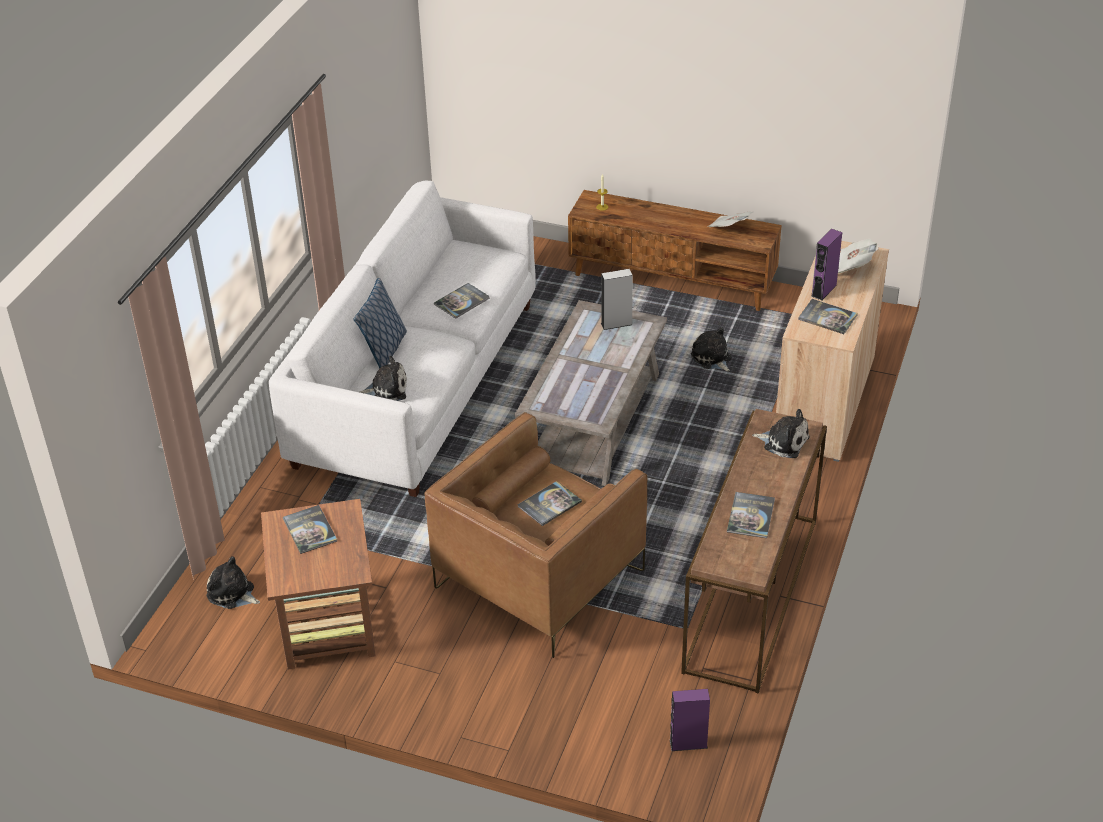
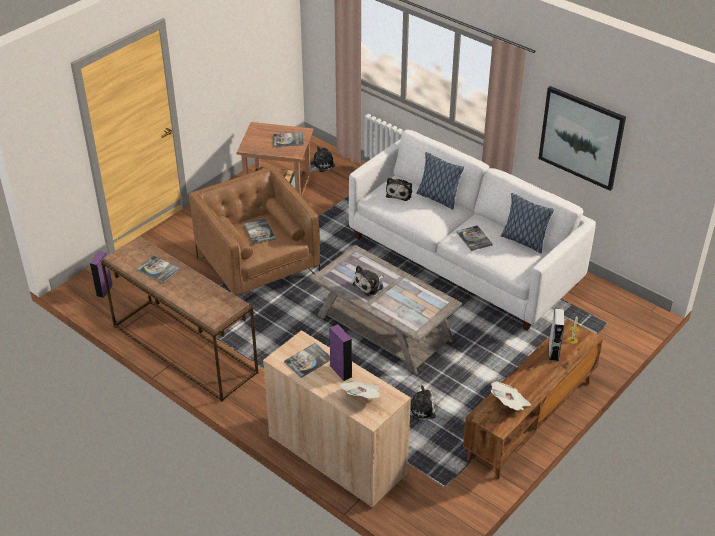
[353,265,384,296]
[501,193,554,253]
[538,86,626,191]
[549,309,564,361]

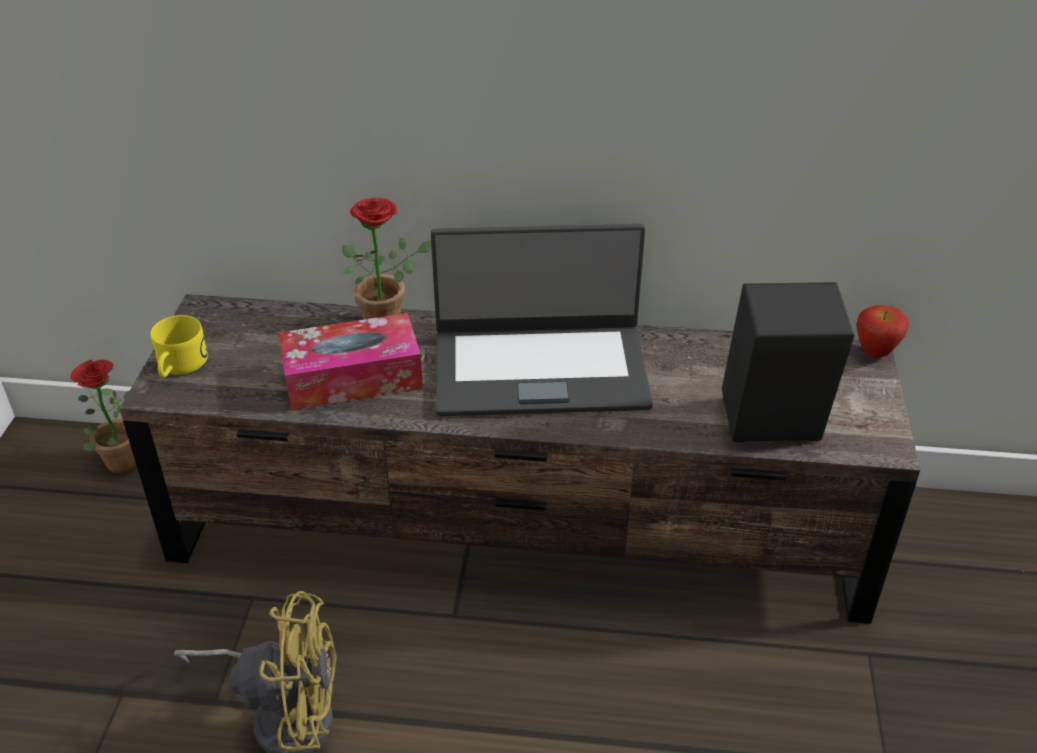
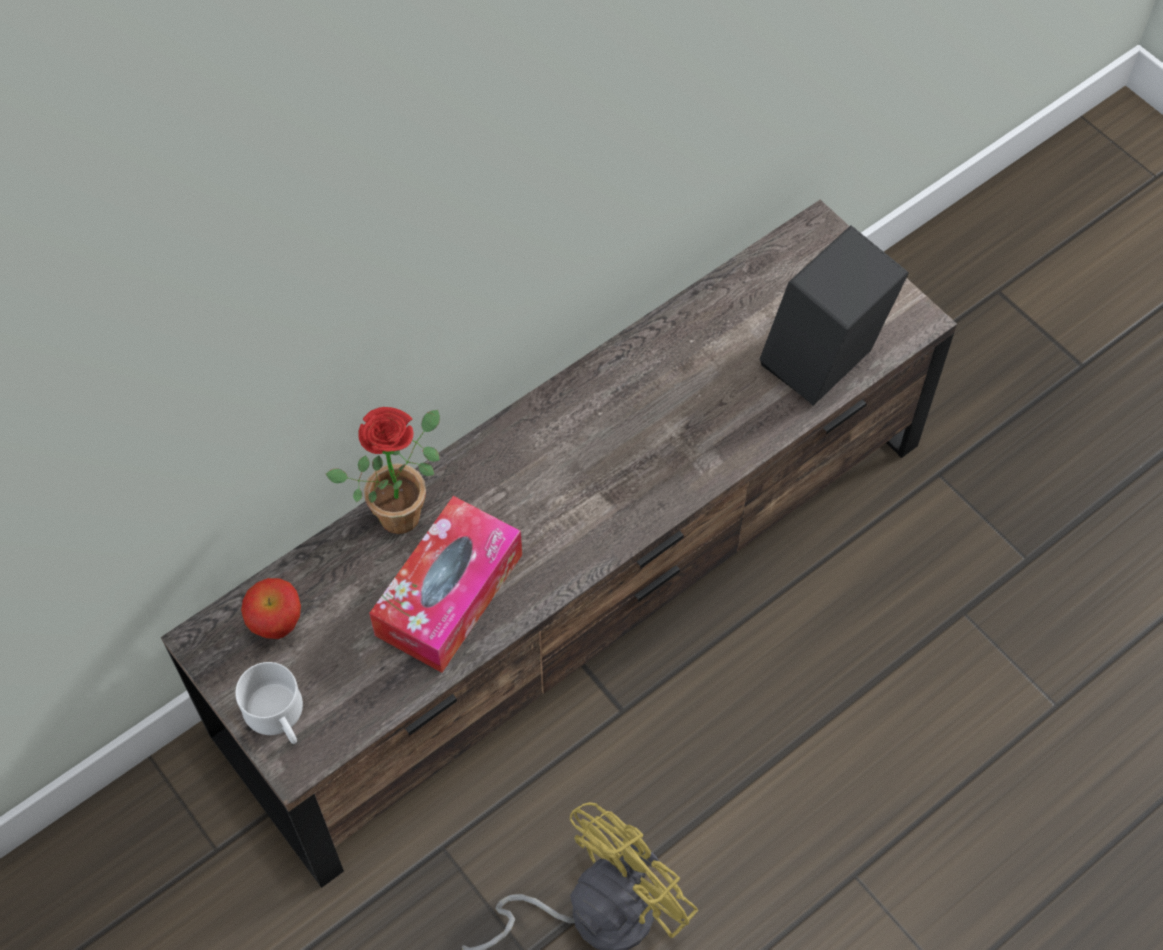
[235,662,303,744]
[241,578,301,639]
[71,360,136,473] (first image)
[431,224,653,416] (first image)

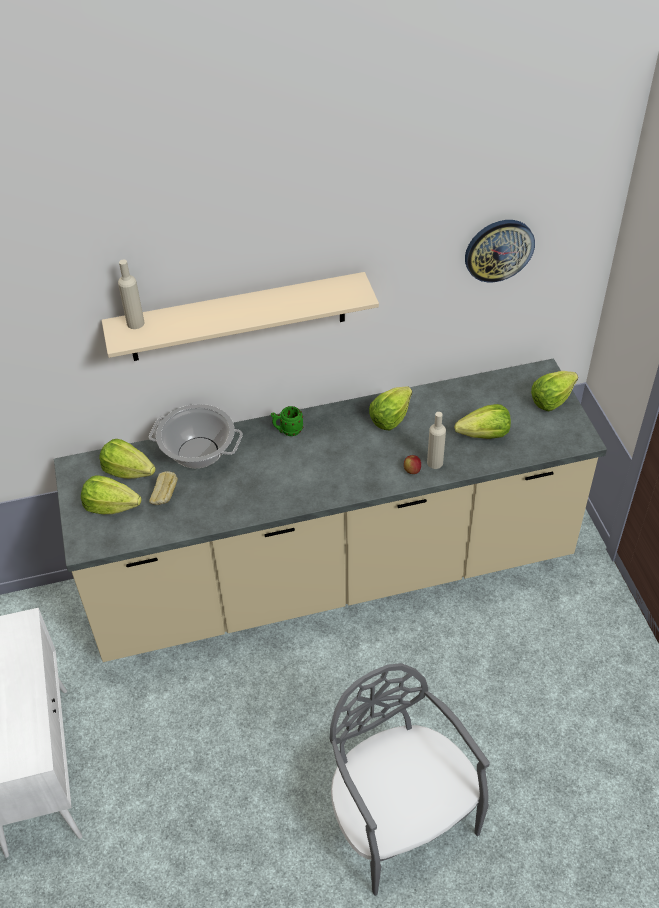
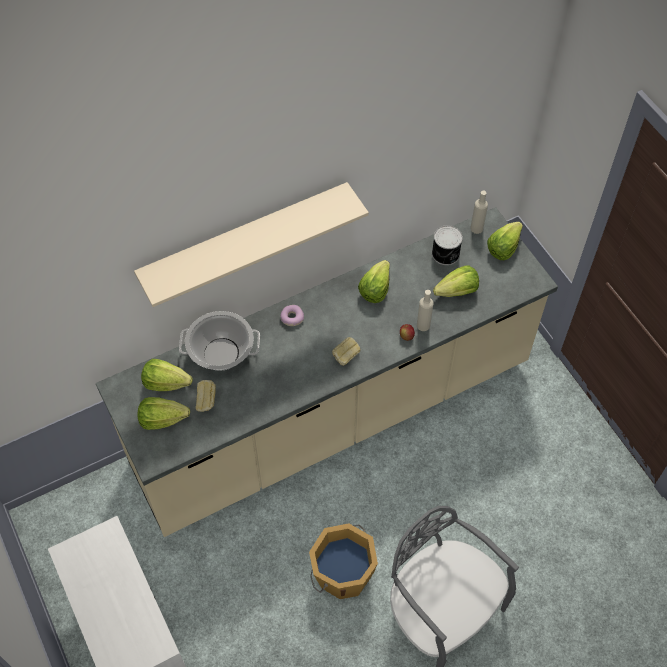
[281,305,304,326]
[309,523,378,599]
[332,337,361,366]
[432,225,463,265]
[470,191,488,234]
[465,220,535,282] (first image)

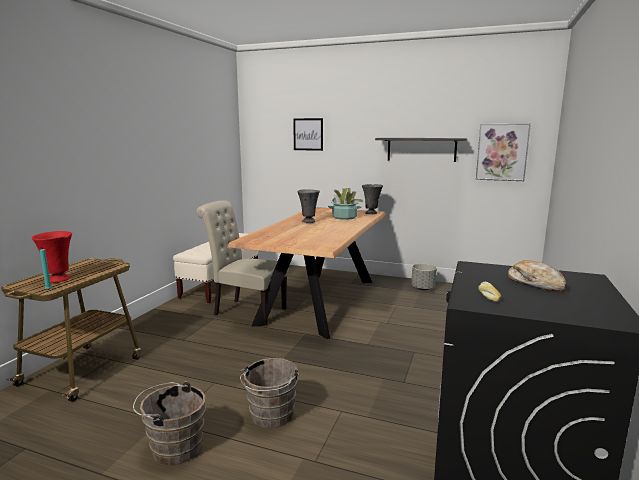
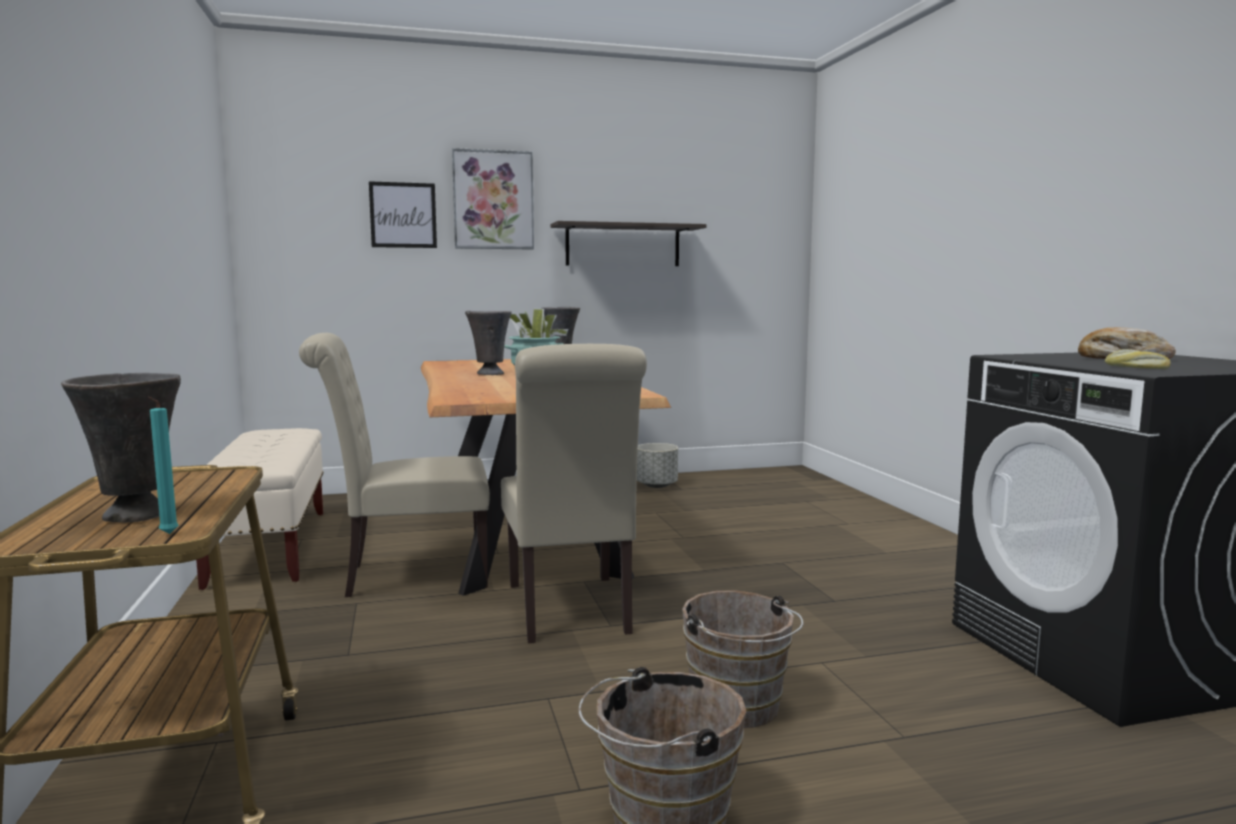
[61,373,181,523]
[452,148,534,249]
[501,344,647,643]

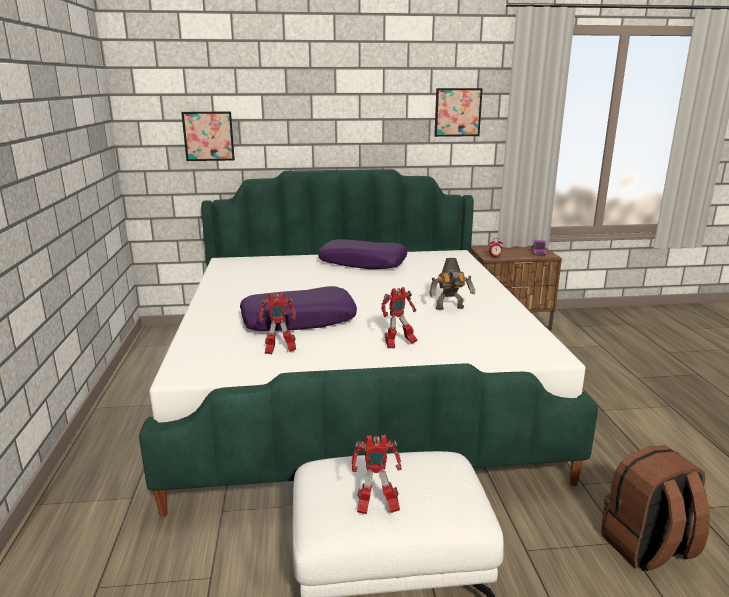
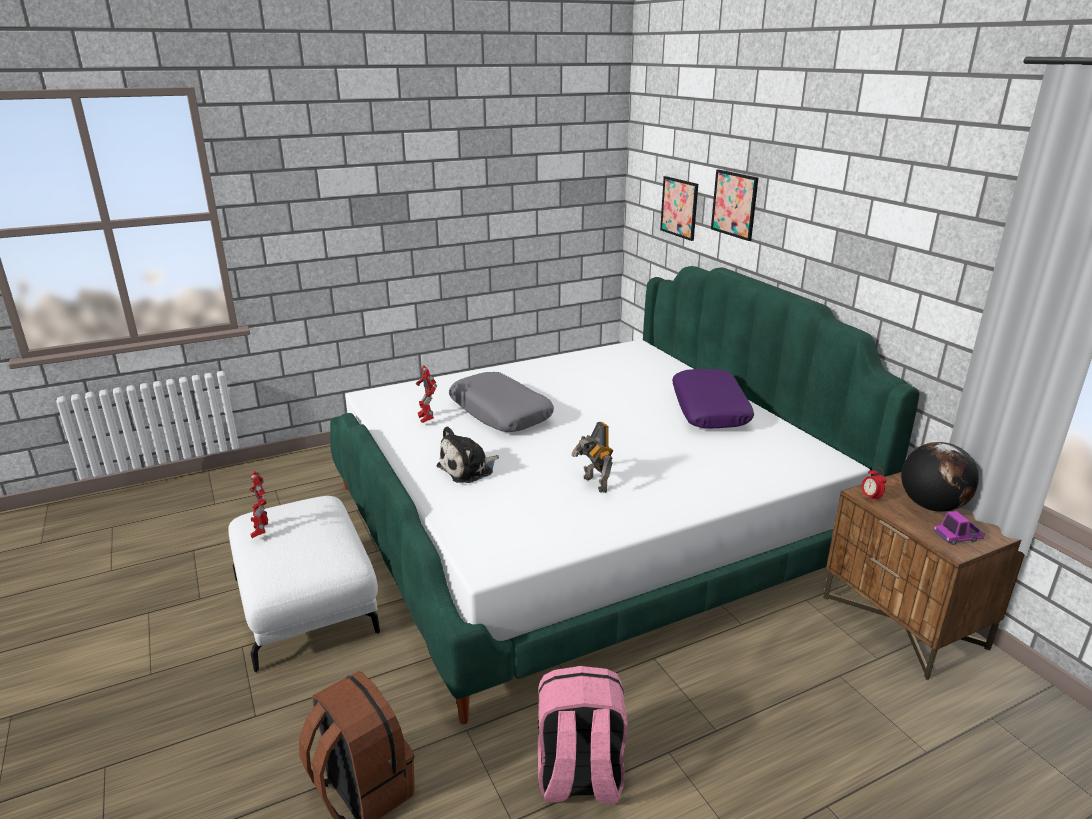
[437,426,499,483]
[449,372,554,432]
[538,666,627,804]
[711,169,758,241]
[901,442,979,512]

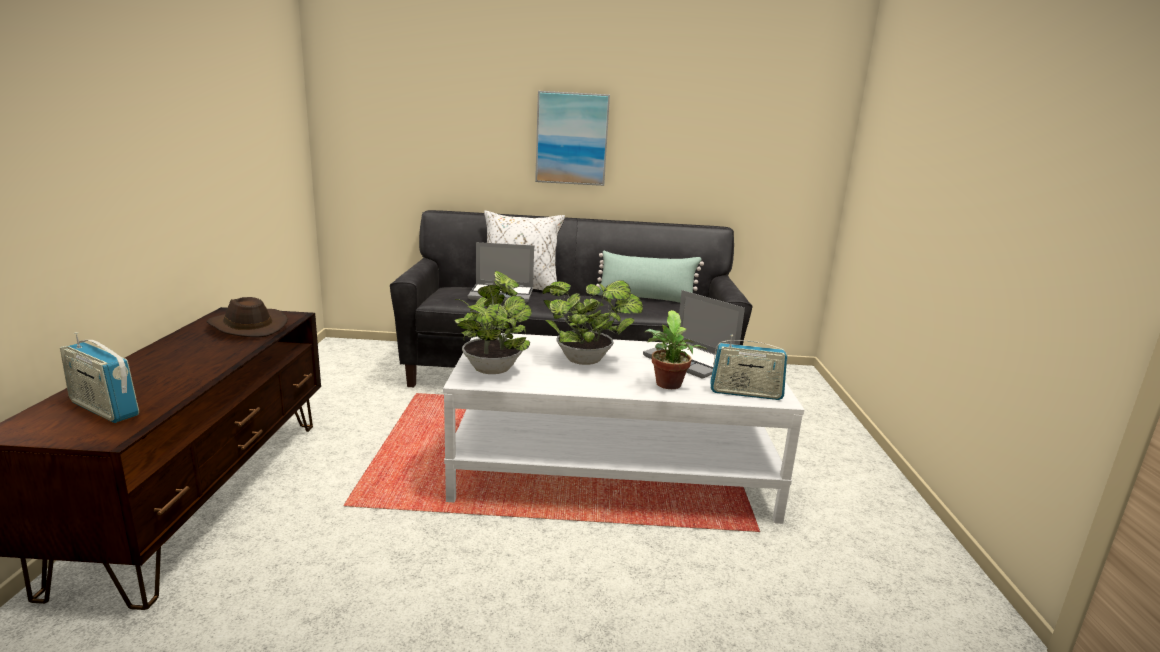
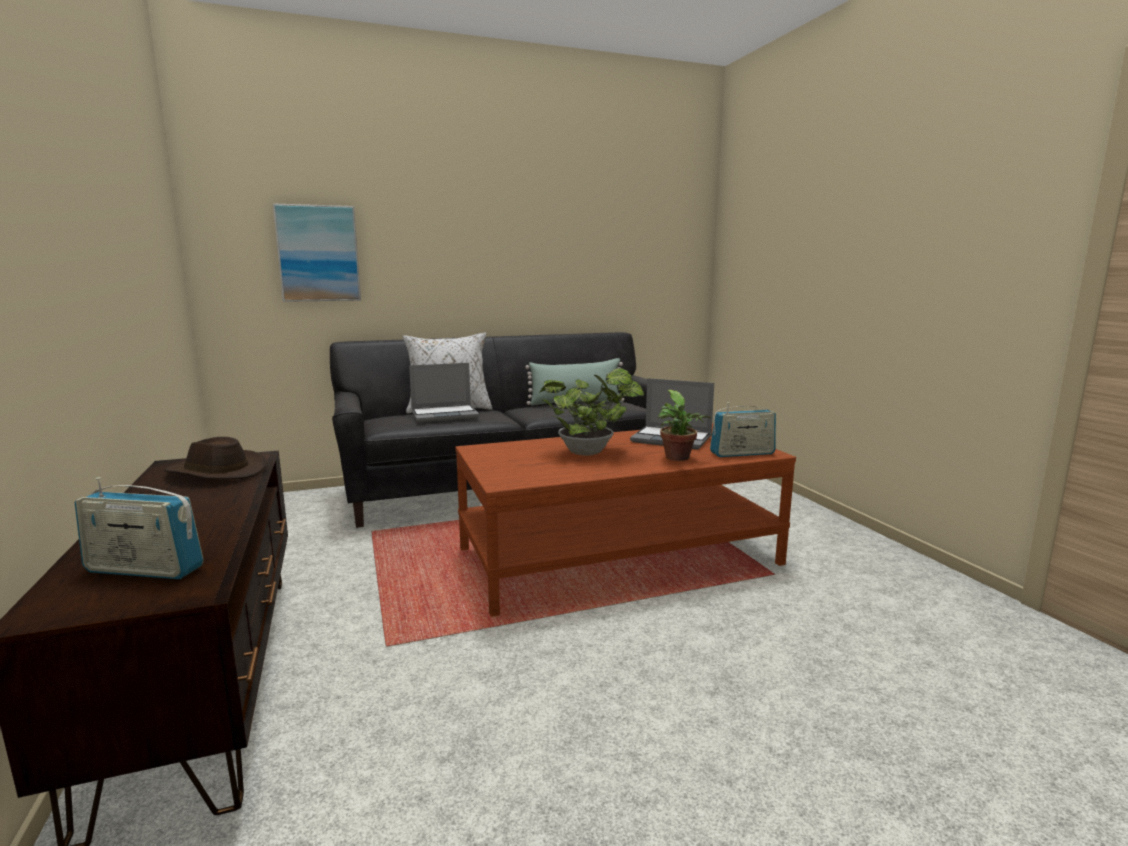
[273,203,361,302]
[455,423,796,617]
[455,271,532,374] (first image)

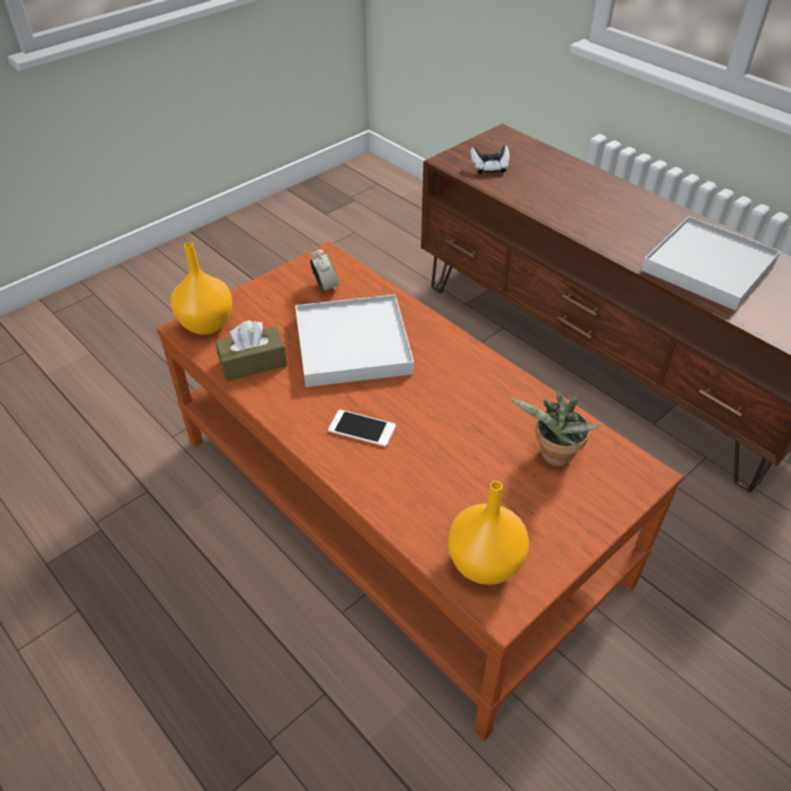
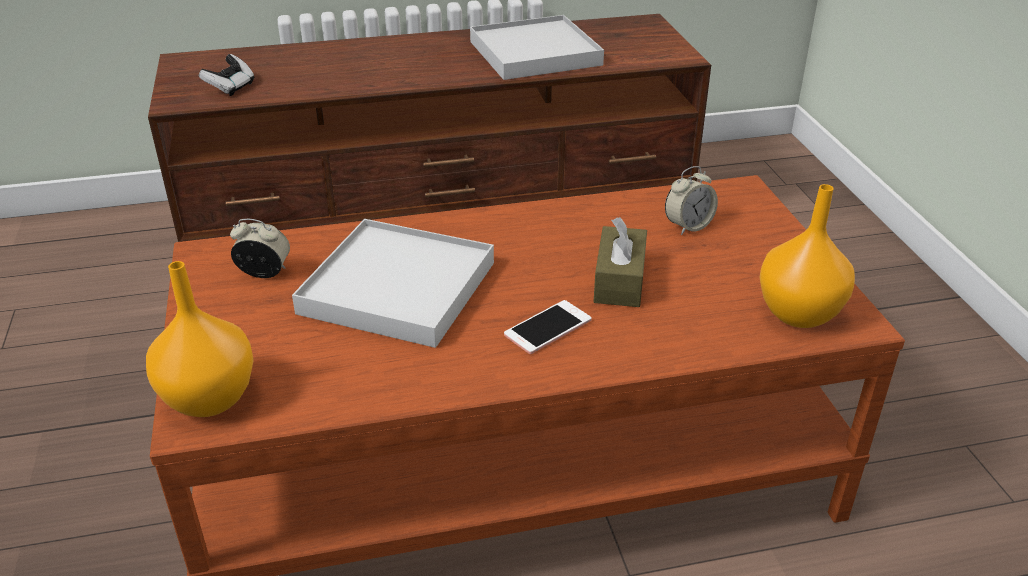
[594,217,647,307]
[665,166,718,235]

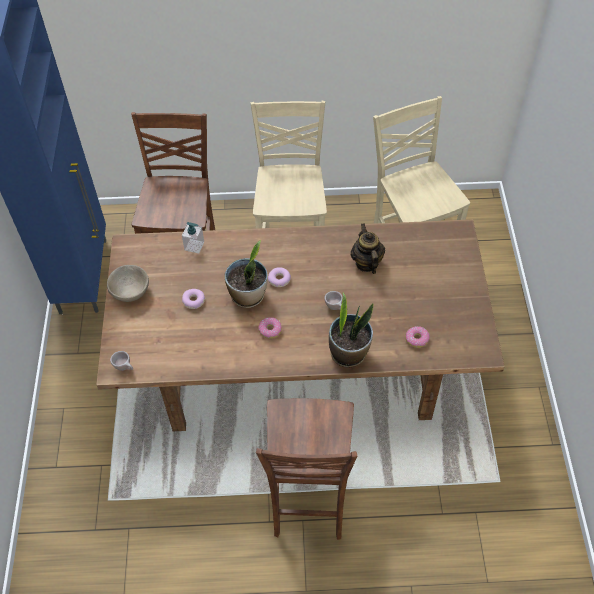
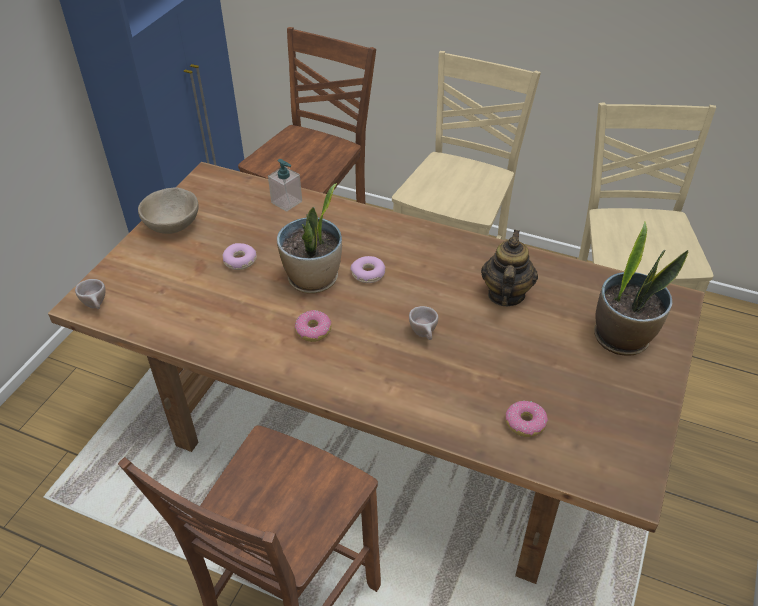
[594,221,688,356]

